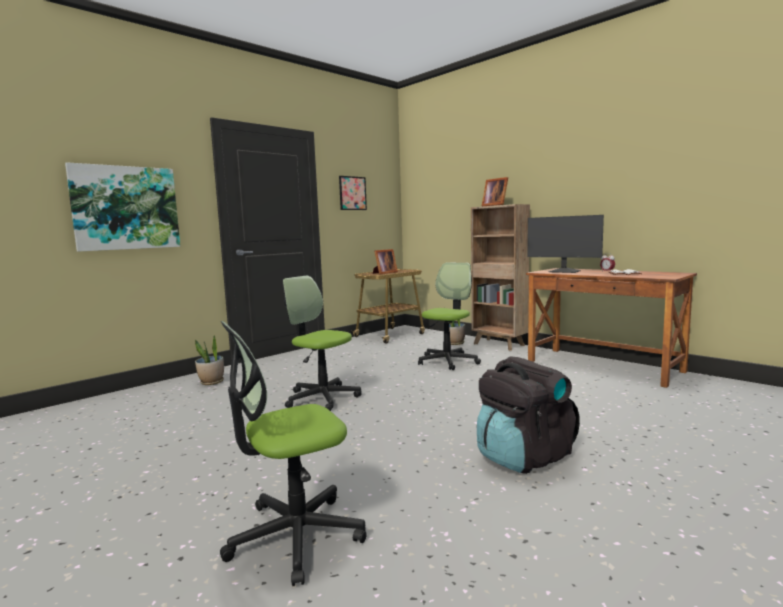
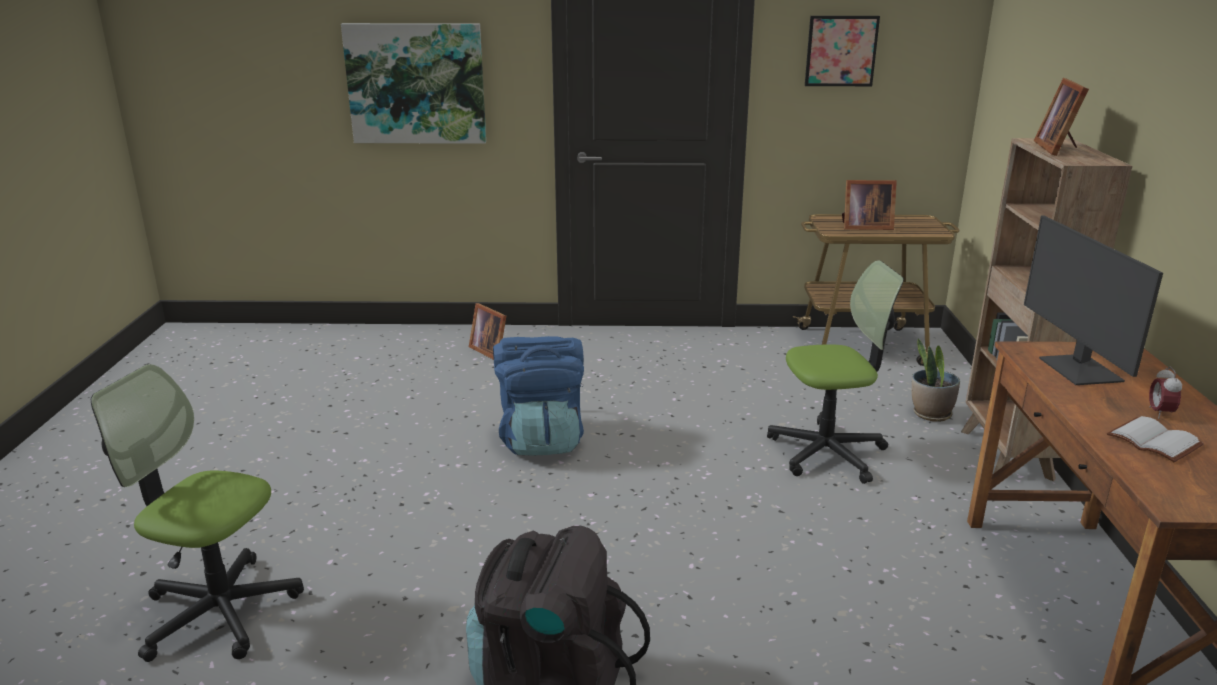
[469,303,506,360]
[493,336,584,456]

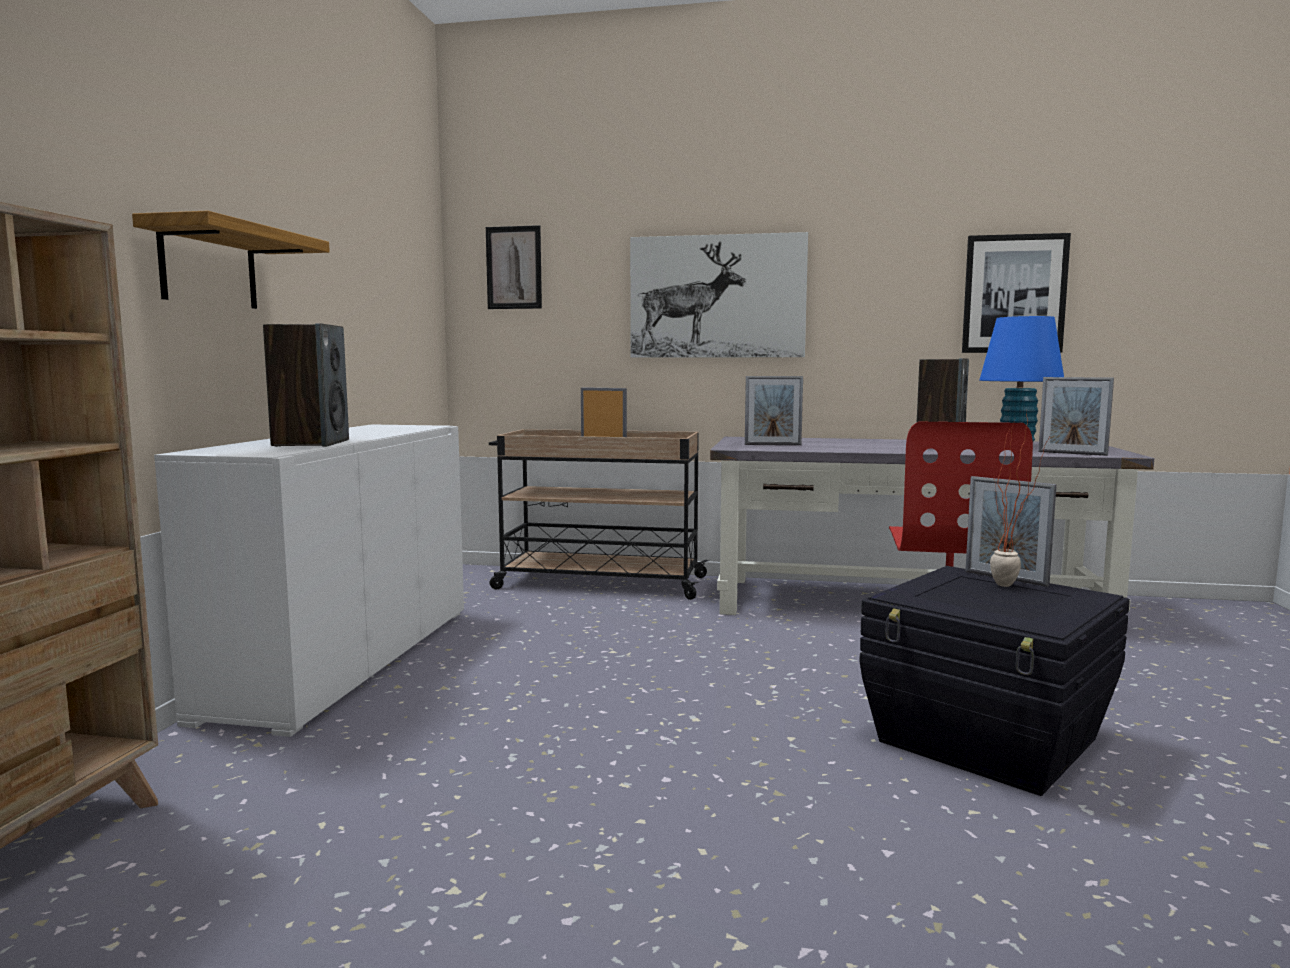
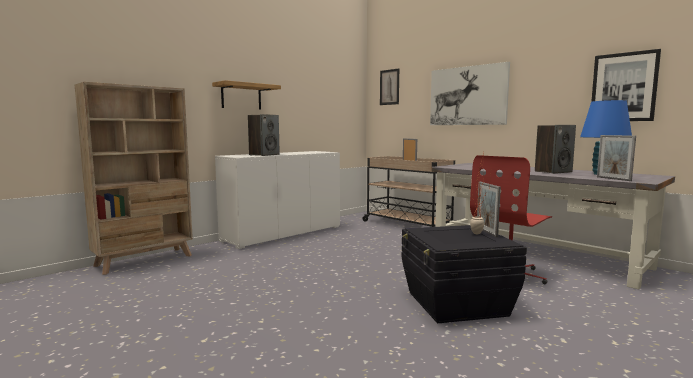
[745,376,803,445] (first image)

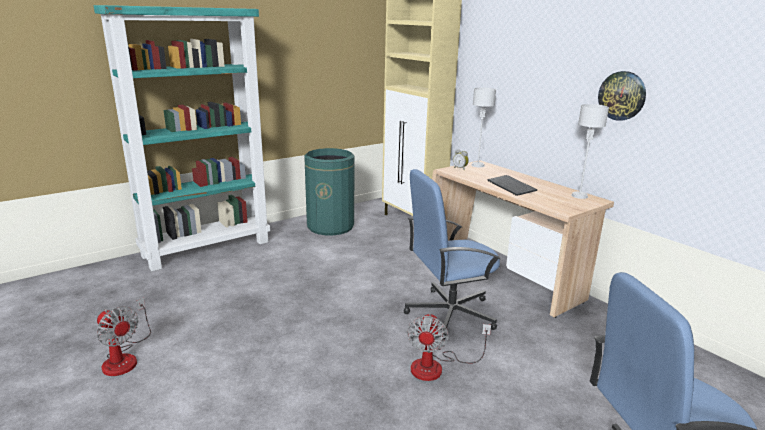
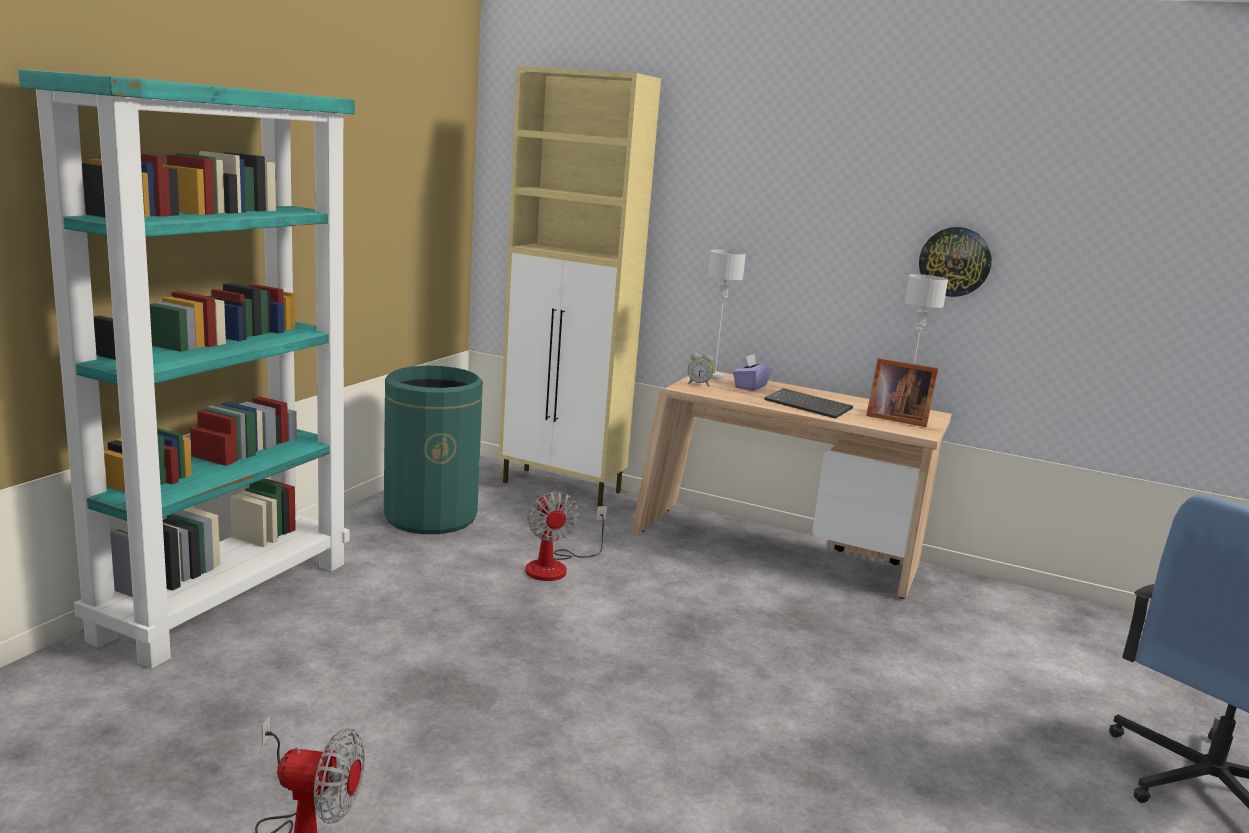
[525,491,607,581]
[733,354,772,391]
[866,358,938,427]
[404,169,500,340] (first image)

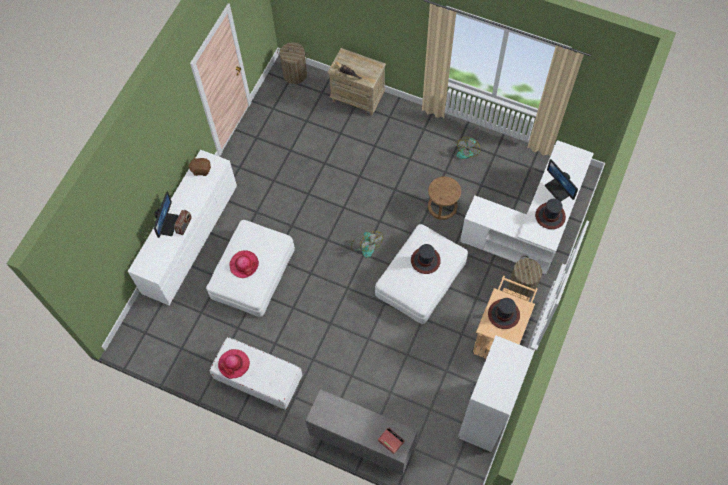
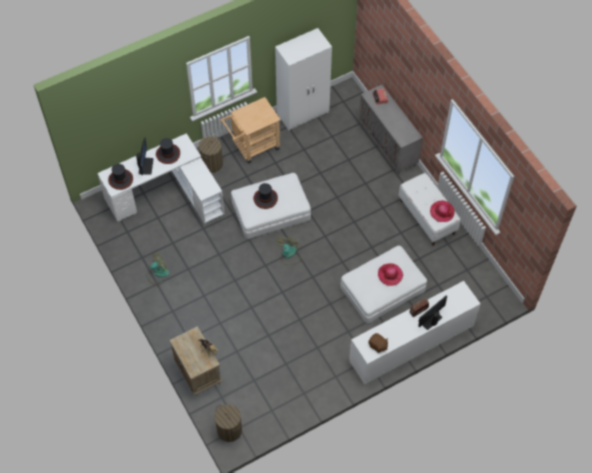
[108,164,133,190]
[428,177,461,220] (first image)

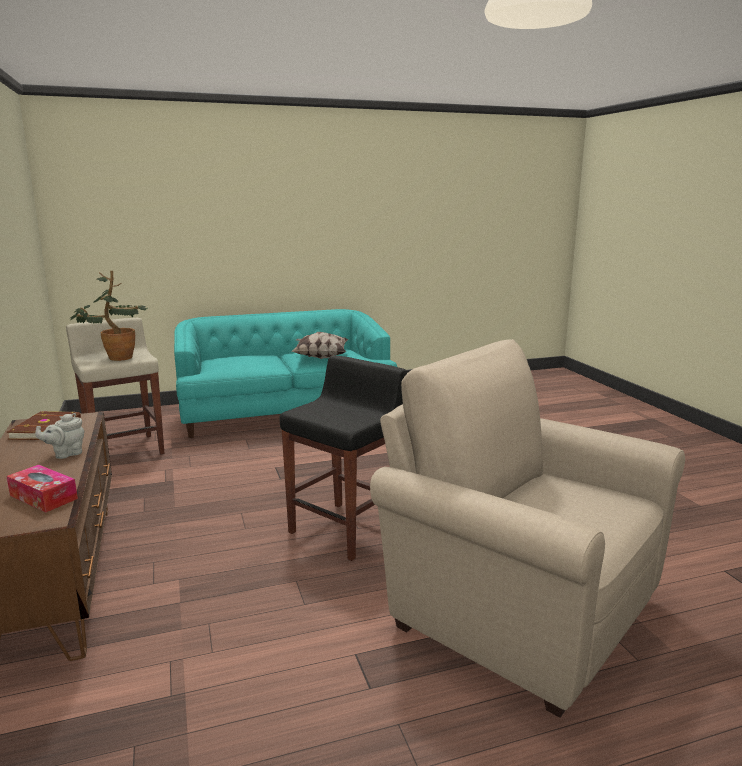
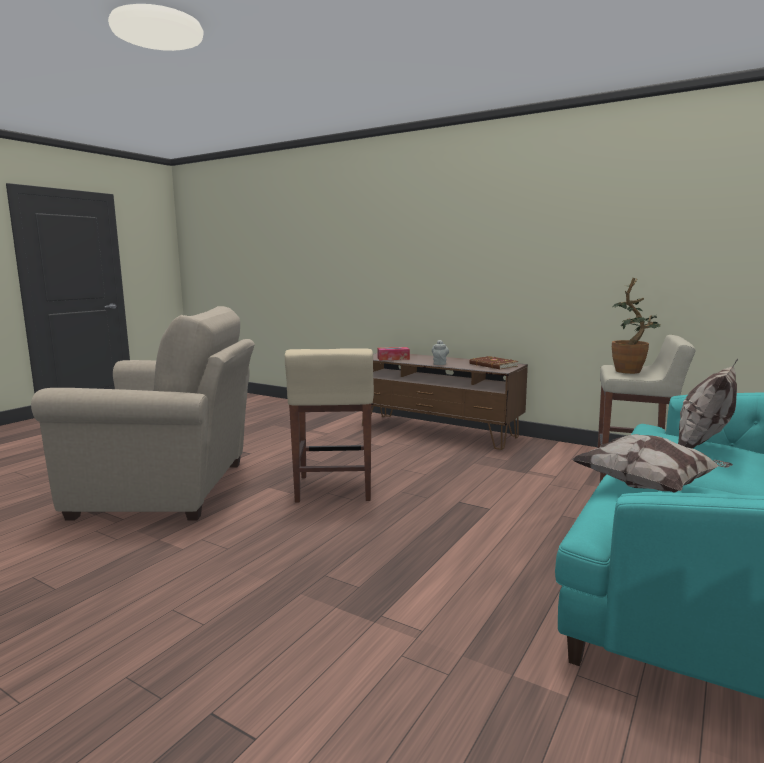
[285,348,374,503]
[678,359,738,449]

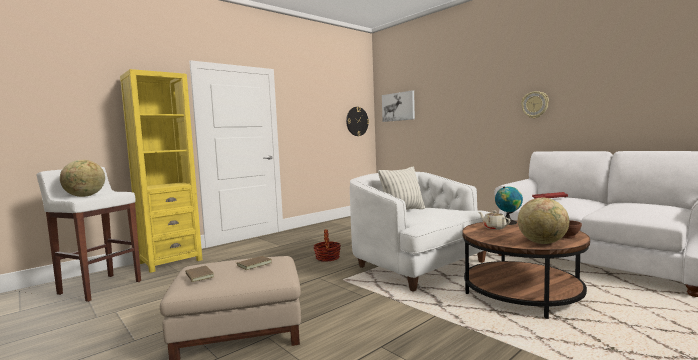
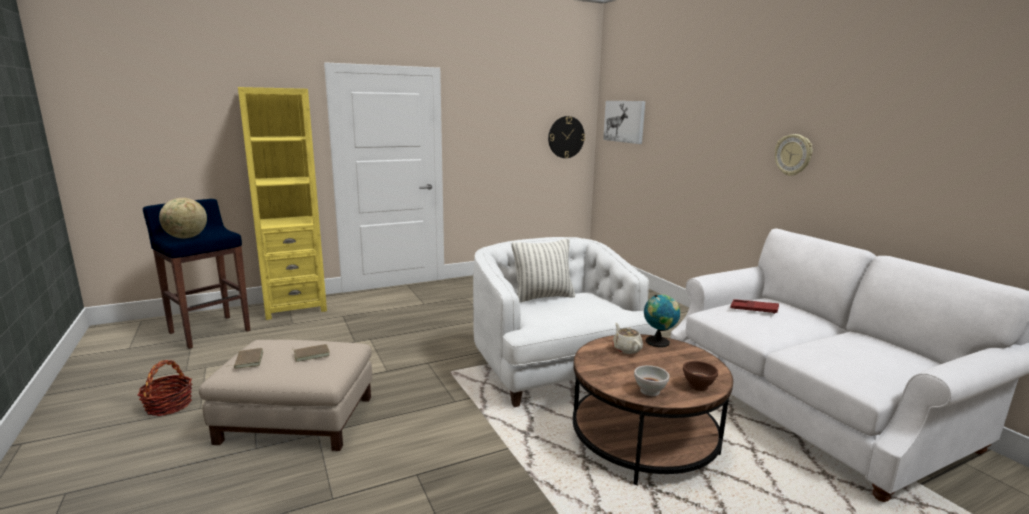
[138,360,192,416]
[143,199,250,349]
[634,365,669,396]

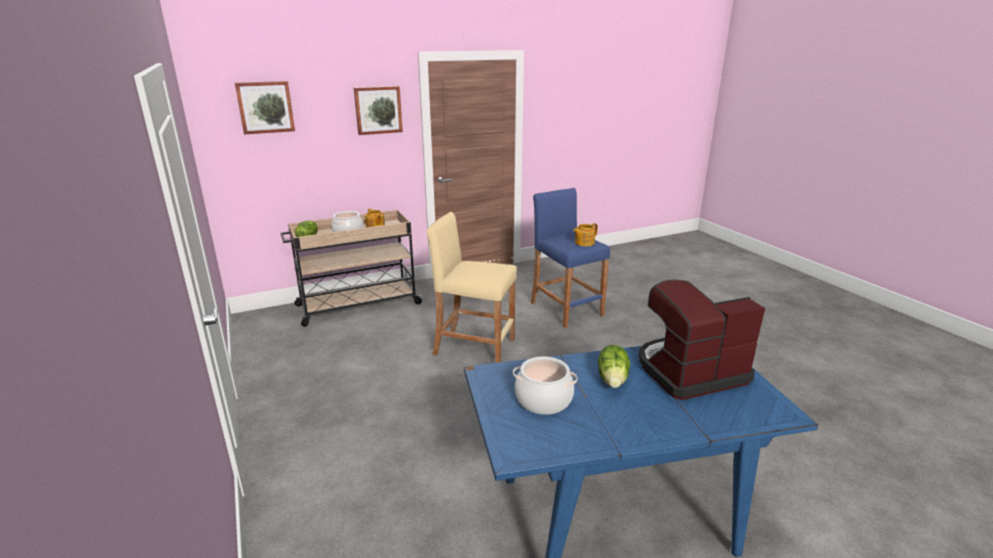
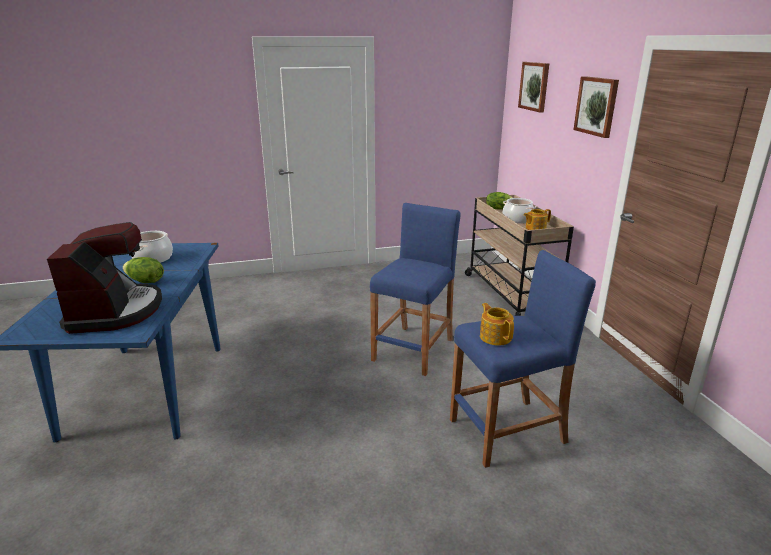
[370,203,461,376]

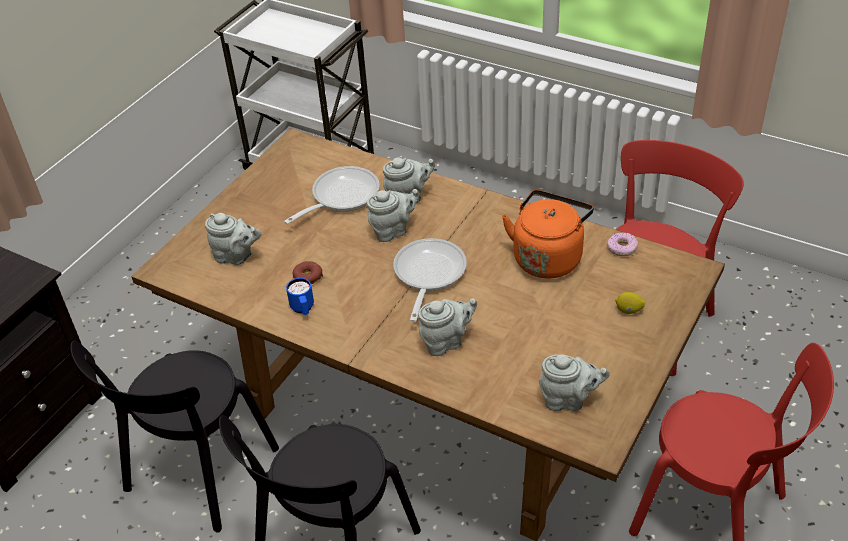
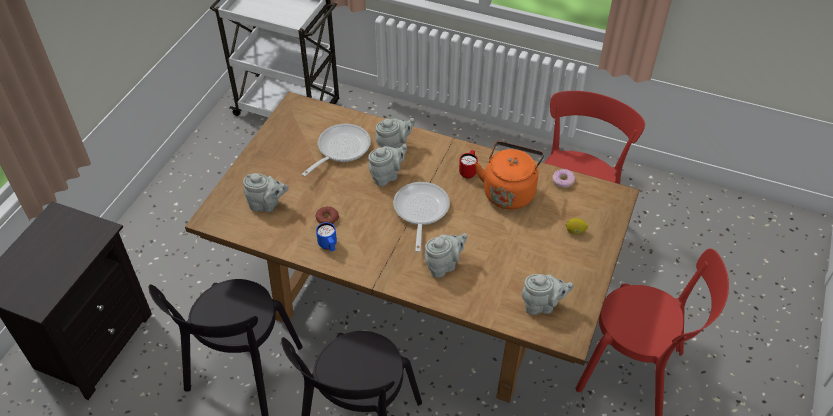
[459,150,478,178]

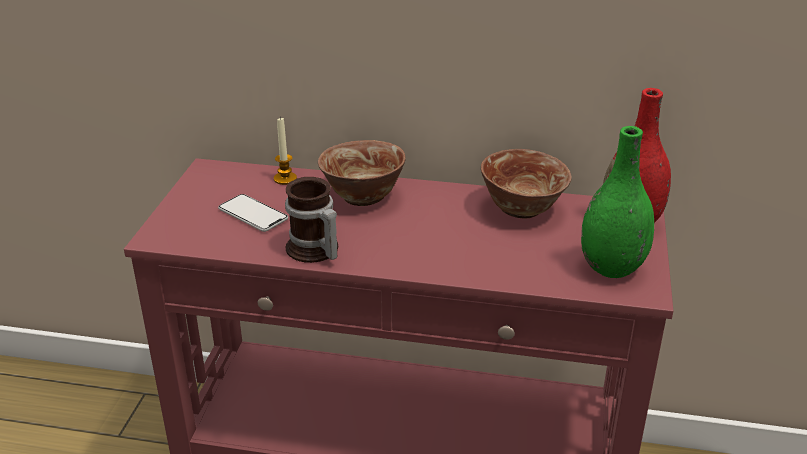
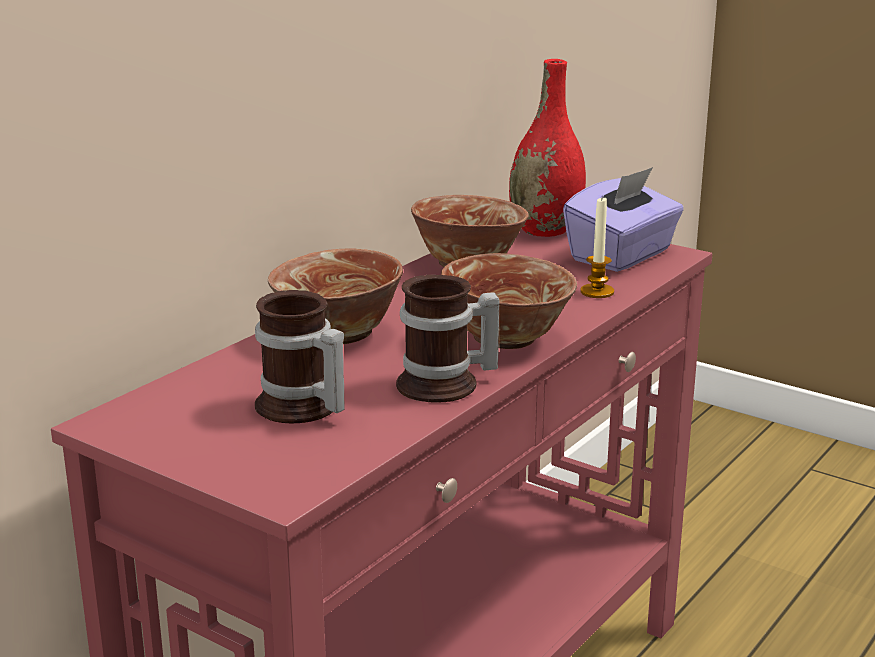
[255,290,345,423]
[441,253,577,349]
[563,167,684,272]
[580,198,614,298]

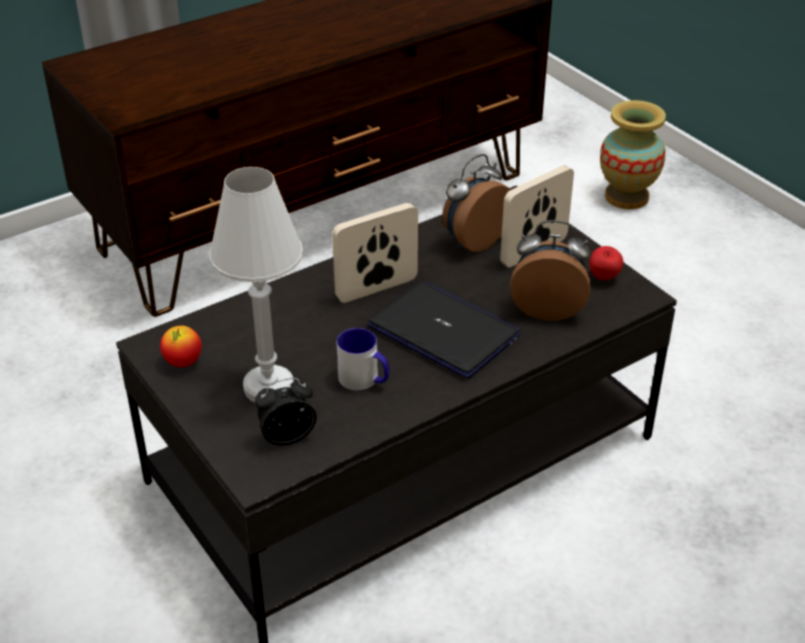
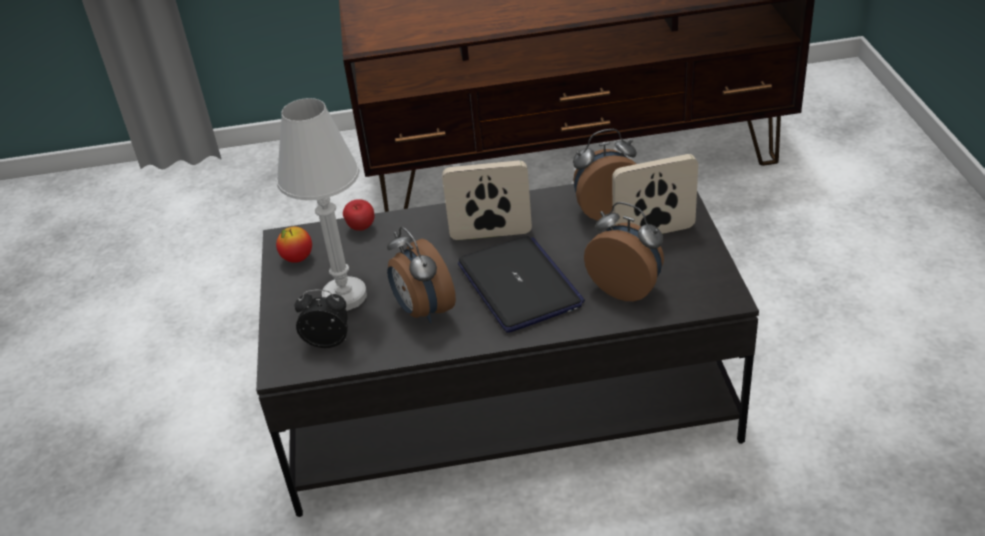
[343,199,375,231]
[387,227,456,323]
[600,100,666,209] (first image)

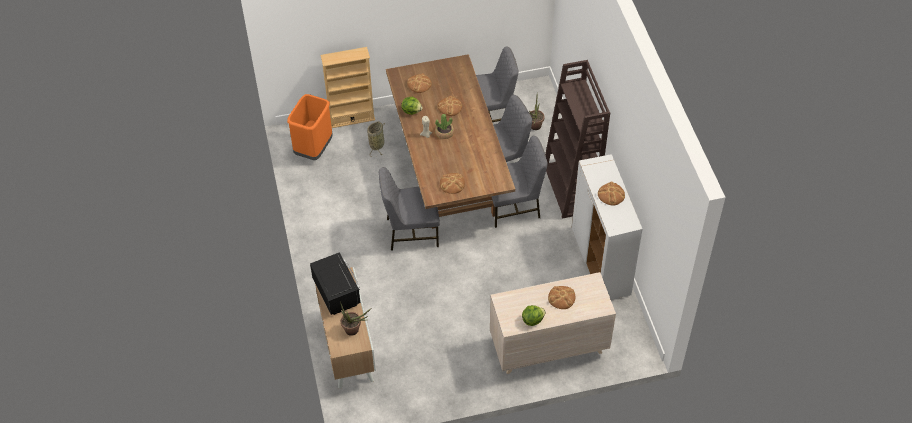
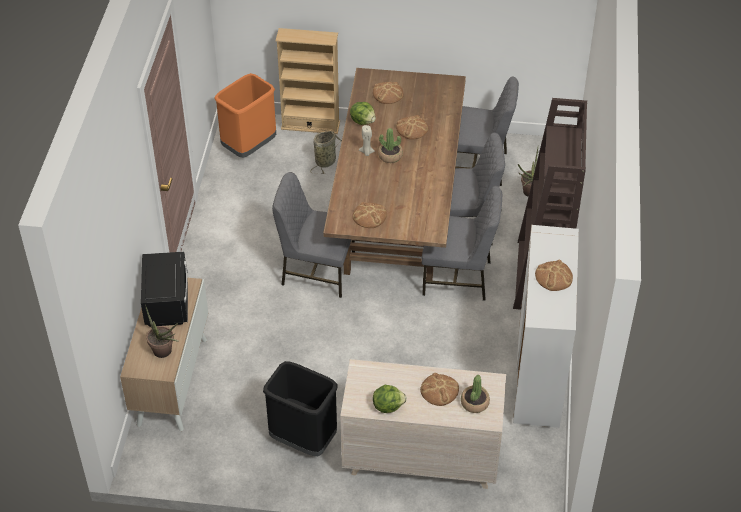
[263,361,338,456]
[461,375,490,413]

